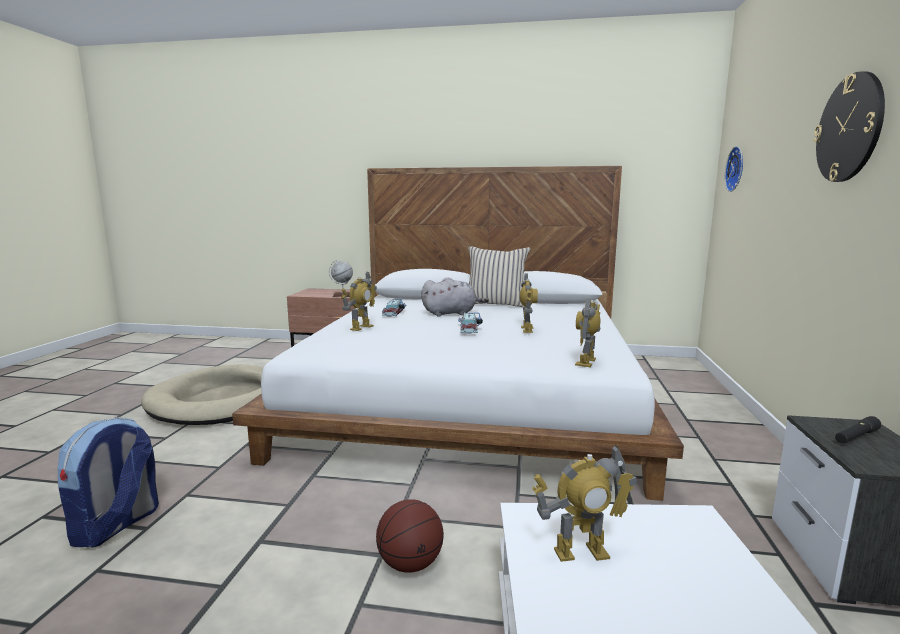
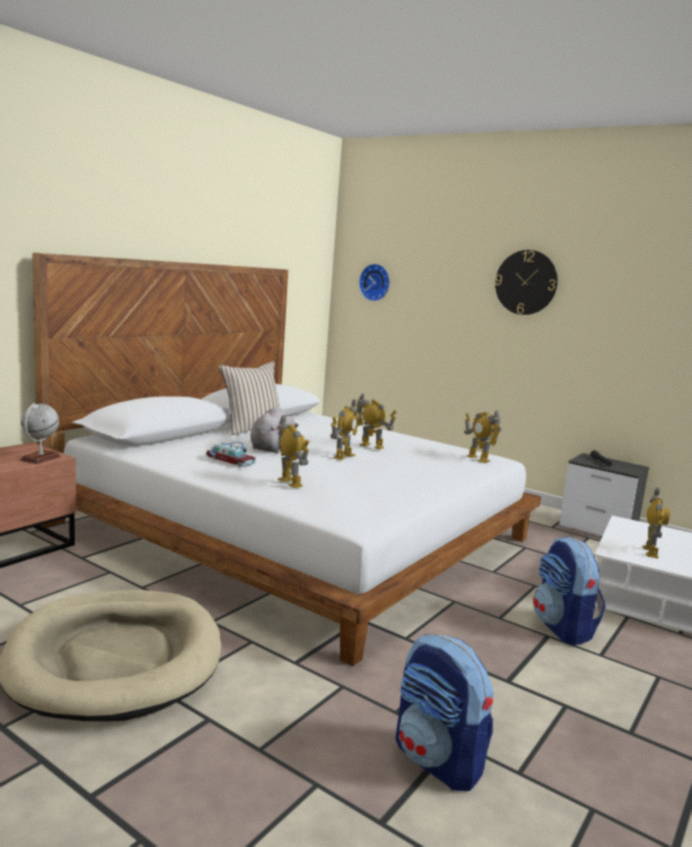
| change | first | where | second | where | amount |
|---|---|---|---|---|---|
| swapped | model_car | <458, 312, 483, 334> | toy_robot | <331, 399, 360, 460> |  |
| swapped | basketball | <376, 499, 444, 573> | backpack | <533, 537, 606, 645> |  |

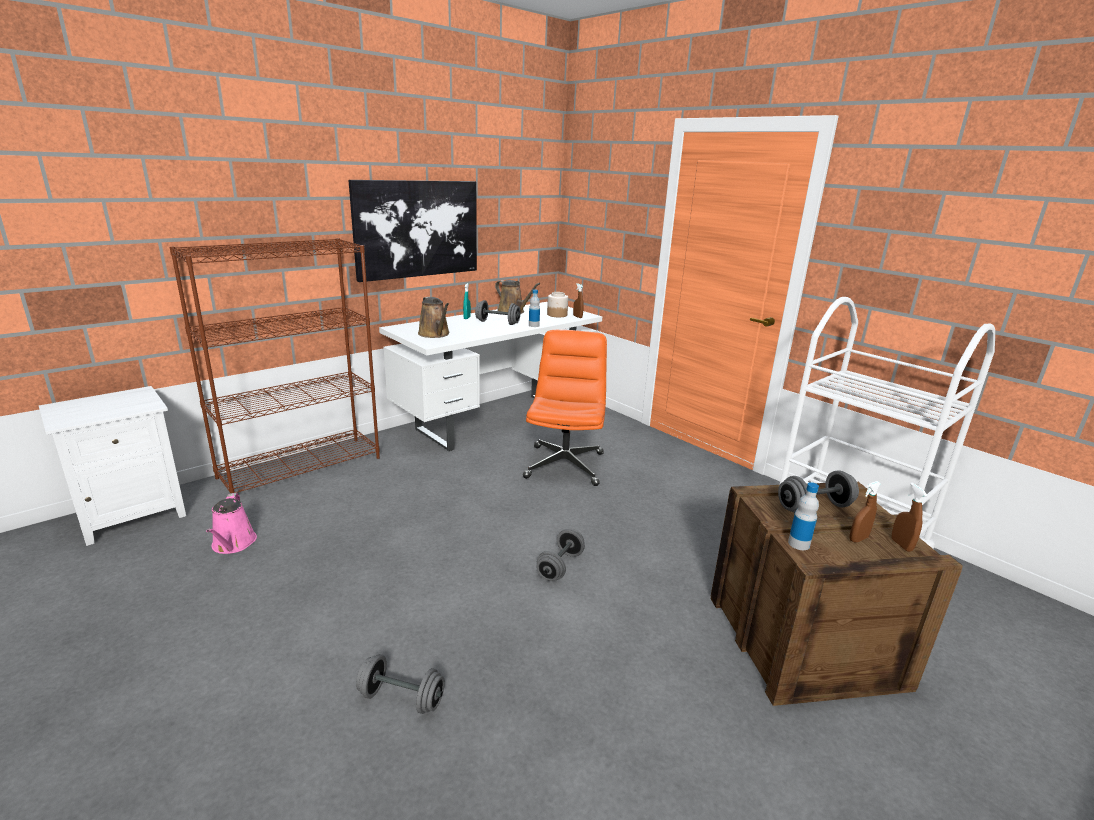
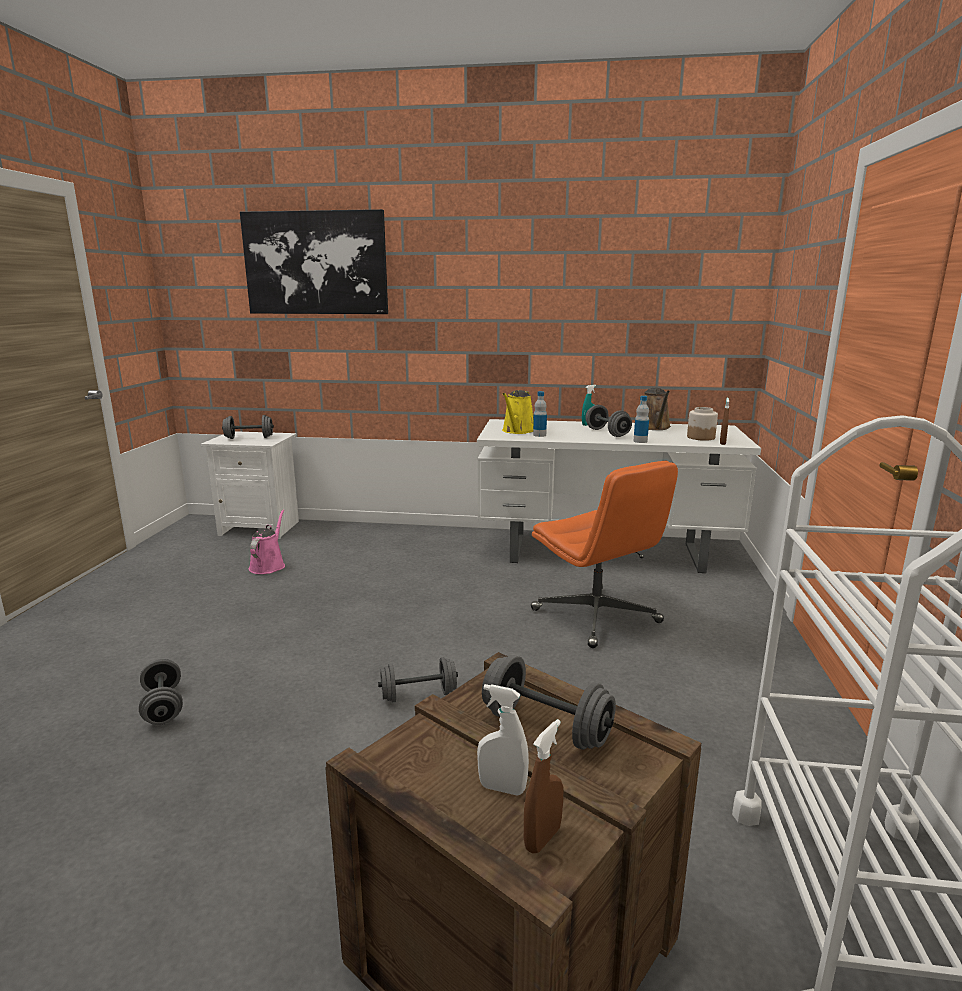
| change | first | where | second | where | amount |
|---|---|---|---|---|---|
| new |  |  | gray_free_weight | <222, 415, 274, 439> |  |
| shifted | wall_art | <348, 180, 477, 282> |  | <240, 209, 388, 314> |  |
| rotated | pink-coloured_watering_pot | <206, 492, 257, 554> |  | <249, 509, 285, 574> | 150 degrees clockwise |
| repainted | brown-coloured_hand_sprayer | <849, 481, 881, 542> | whitish_hand_sprayer | <477, 684, 529, 795> |  |
| repainted | brown-coloured_watering_pot | <418, 297, 450, 338> | yellow_watering_pot | <502, 390, 534, 434> |  |
| rotated | orangey_office_chair | <523, 330, 607, 486> |  | <531, 461, 678, 648> | 90 degrees clockwise |
| shifted | bottle | <788, 482, 819, 550> |  | <533, 391, 547, 437> |  |
| gone | brown-coloured_bookshelf | <170, 238, 380, 493> |  |  |  |

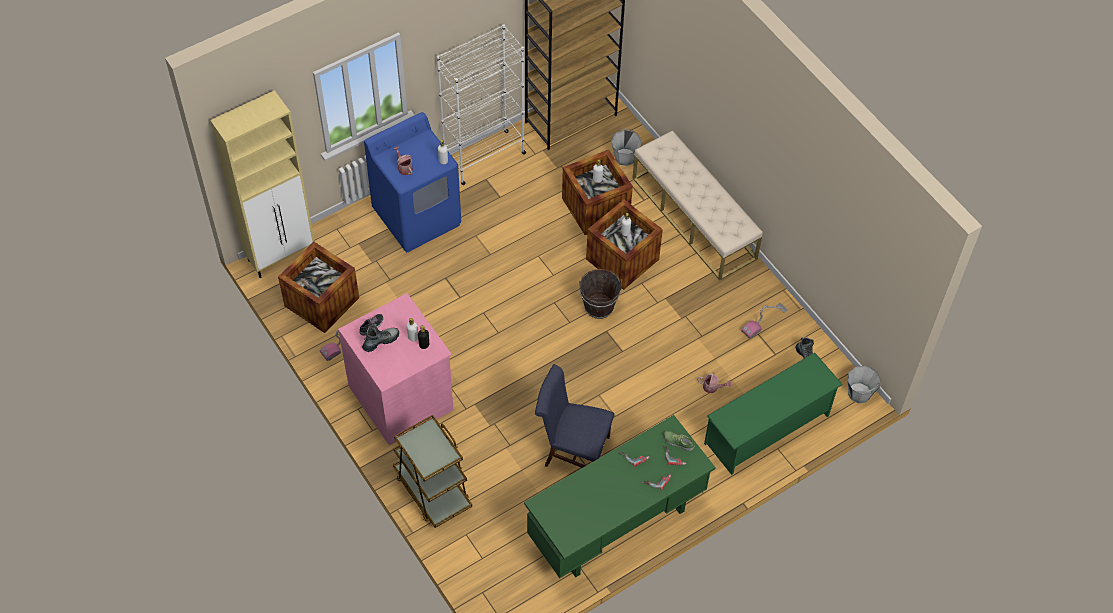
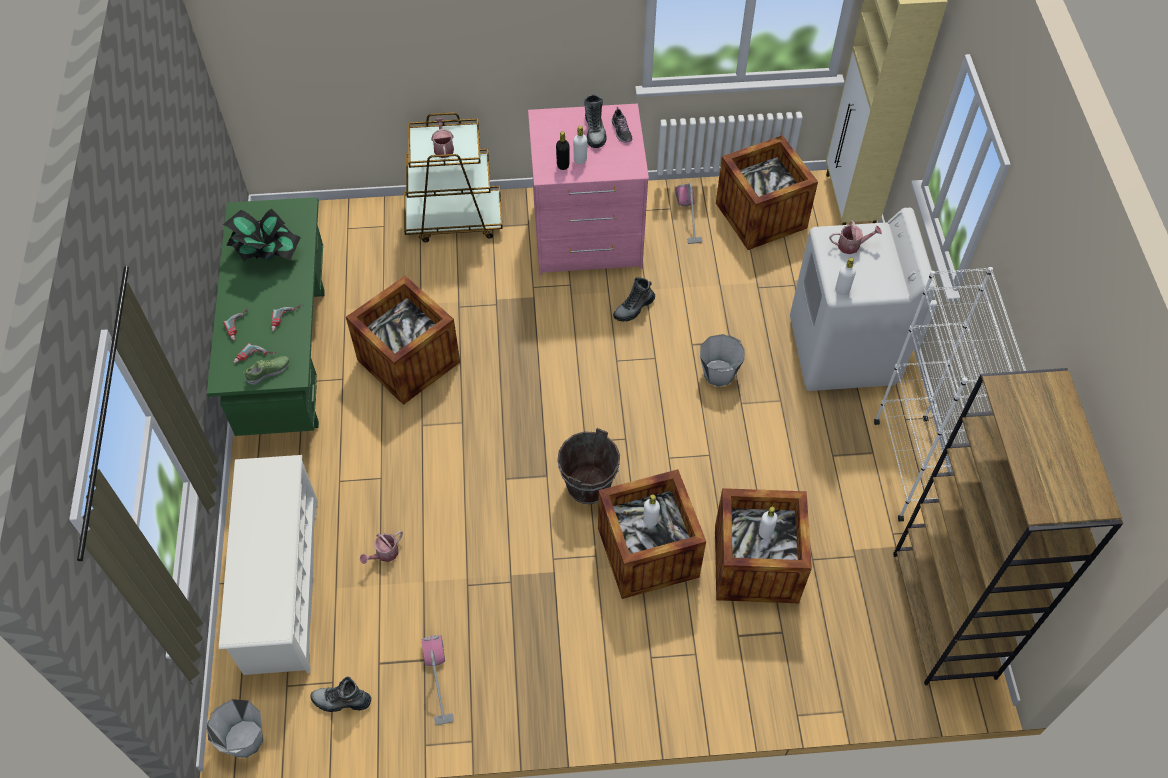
| change | first | where | second | where | amount |
|---|---|---|---|---|---|
| repainted | green_shoe_shelf | <704, 353, 843, 475> | whitish_shoe_shelf | <219, 455, 318, 675> |  |
| new |  |  | potted_plant | <223, 209, 301, 261> |  |
| swapped | blue_plain_chair | <535, 364, 614, 468> | crate | <346, 275, 460, 405> |  |
| new |  |  | watering_pot | <431, 118, 454, 158> |  |
| new |  |  | tall_boot | <613, 277, 655, 322> |  |
| shifted | gray_pail | <611, 128, 641, 166> |  | <700, 334, 745, 387> |  |
| repainted | blue_laundry_appliance | <364, 112, 461, 252> | whitish_laundry_appliance | <790, 208, 936, 391> |  |
| gone | sand-coloured_long_seat | <632, 130, 763, 280> |  |  |  |

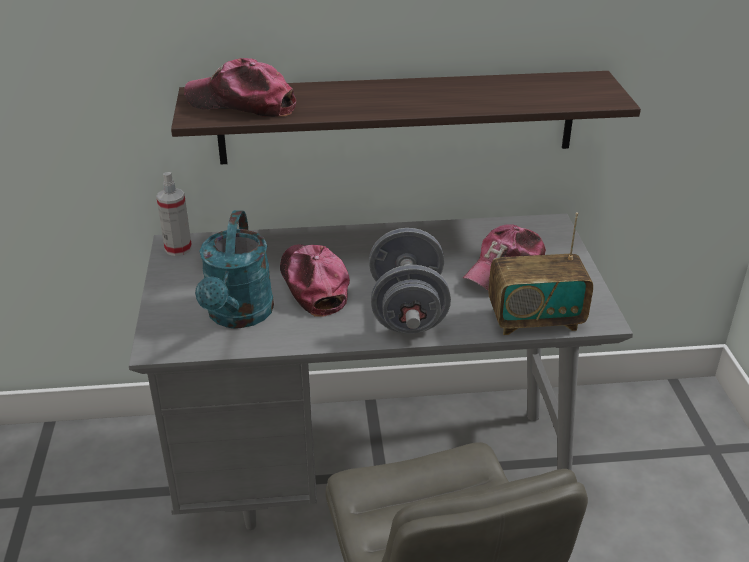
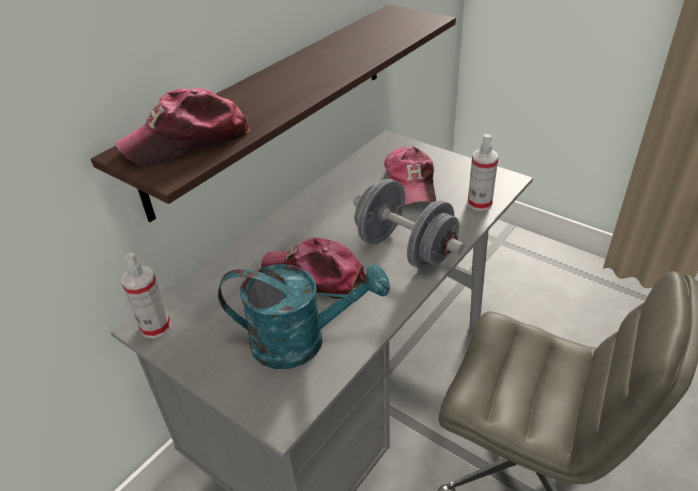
| change | first | where | second | where | amount |
|---|---|---|---|---|---|
| rotated | turquoise-coloured_watering_pot | <195, 210, 274, 328> |  | <218, 264, 390, 369> | 45 degrees counterclockwise |
| swapped | radio_receiver | <488, 212, 593, 335> | hand_sprayer | <468, 134, 498, 211> |  |

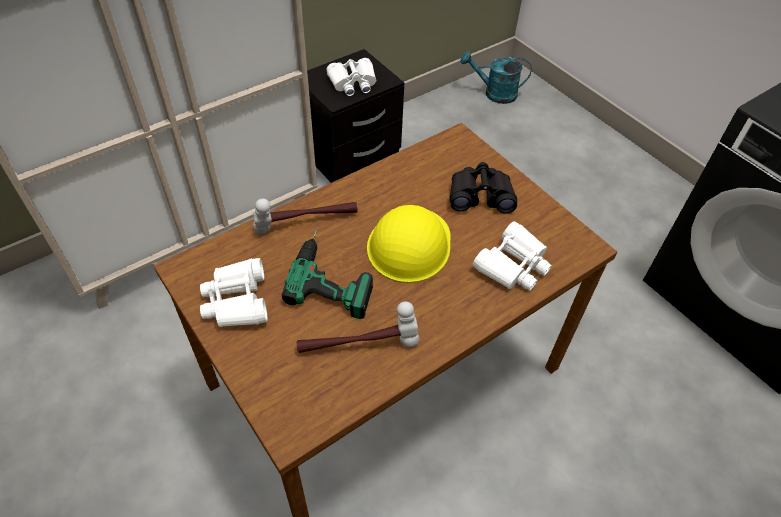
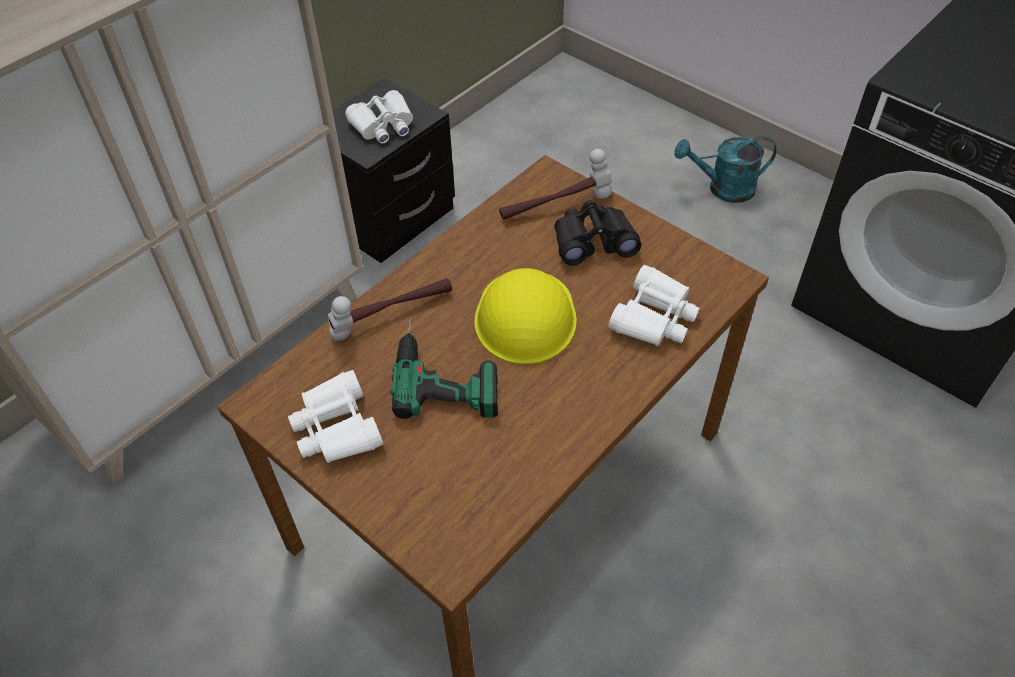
| change | first | where | second | where | amount |
|---|---|---|---|---|---|
| shifted | tool_hammer | <296, 301, 419, 353> |  | <499, 149, 612, 220> |  |
| shifted | turquoise-coloured_watering_pot | <460, 51, 531, 104> |  | <674, 136, 777, 203> |  |

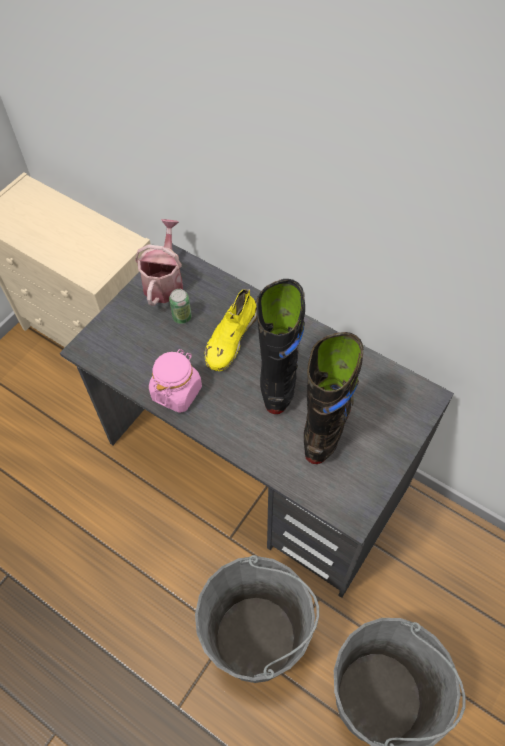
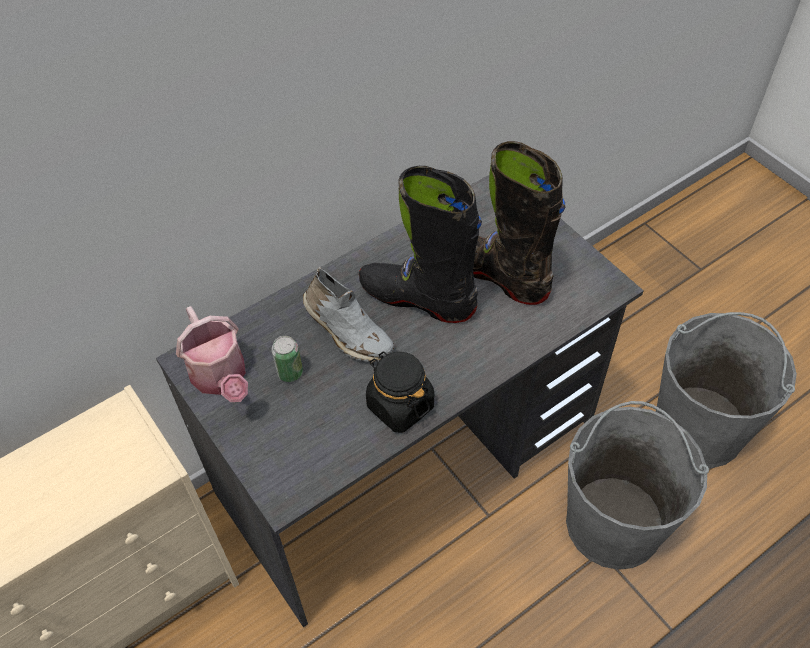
| change | first | where | second | where | amount |
|---|---|---|---|---|---|
| rotated | watering_pot | <135, 219, 183, 306> |  | <176, 306, 248, 402> | 150 degrees counterclockwise |
| repainted | yellow_shoe | <205, 289, 257, 371> | gray_shoe | <303, 267, 394, 362> |  |
| repainted | pink-coloured_storage_jar | <149, 349, 202, 413> | black-coloured_storage_jar | <366, 351, 434, 432> |  |

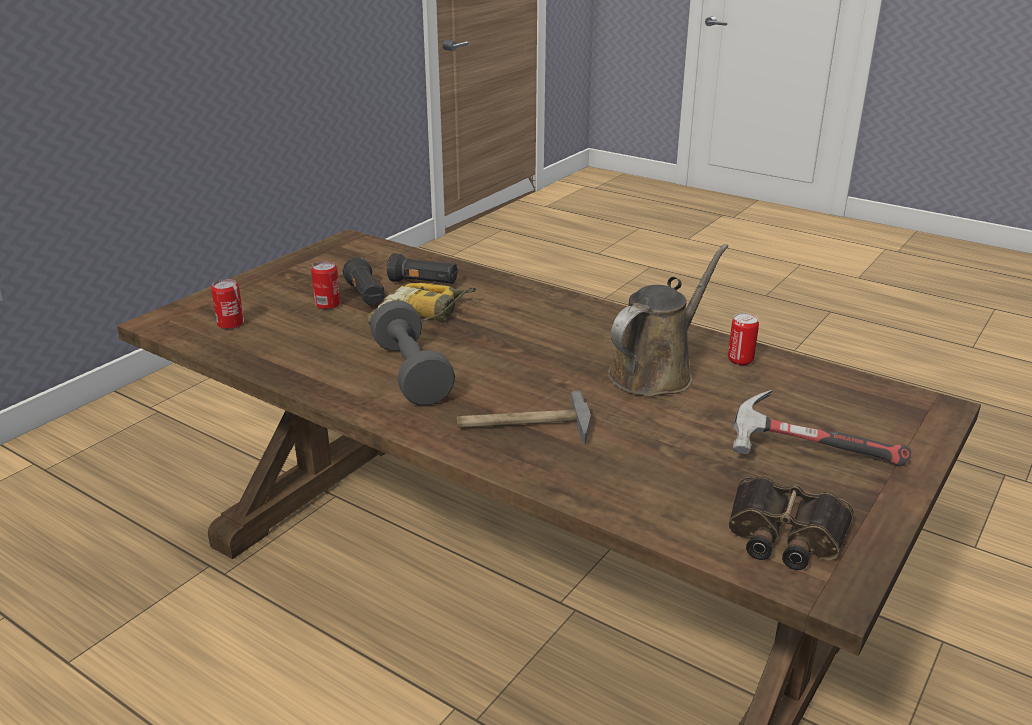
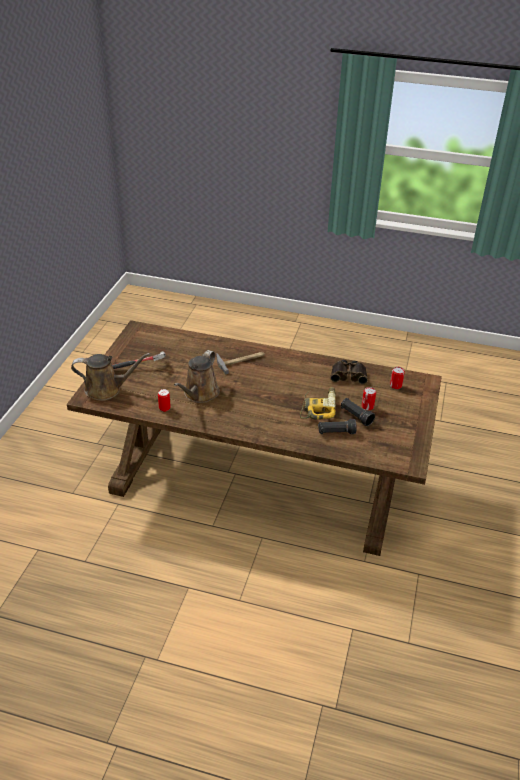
| change | first | where | second | where | amount |
|---|---|---|---|---|---|
| new |  |  | brown-coloured_watering_pot | <71, 353, 150, 401> |  |
| shifted | field_glasses | <728, 476, 854, 570> |  | <330, 360, 368, 384> |  |
| gone | gray_free_weight | <370, 301, 455, 406> |  |  |  |

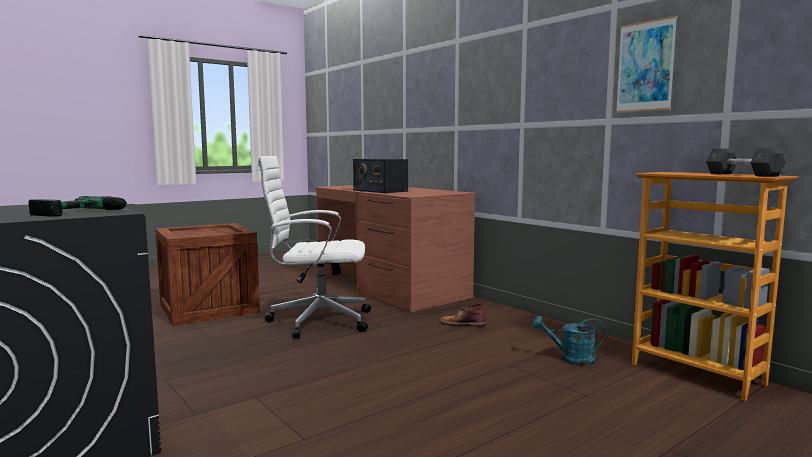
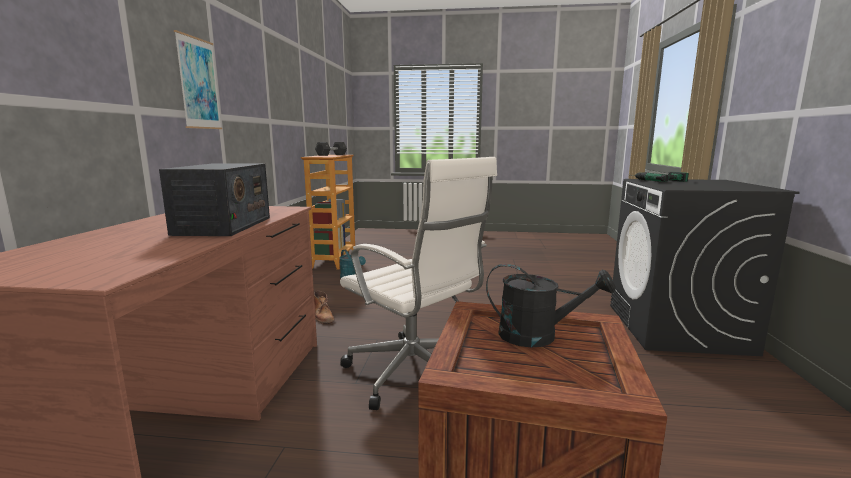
| change | first | where | second | where | amount |
|---|---|---|---|---|---|
| shifted | wall_art | <616, 16, 677, 113> |  | <174, 30, 222, 129> |  |
| new |  |  | black-coloured_watering_pot | <486, 264, 616, 347> |  |

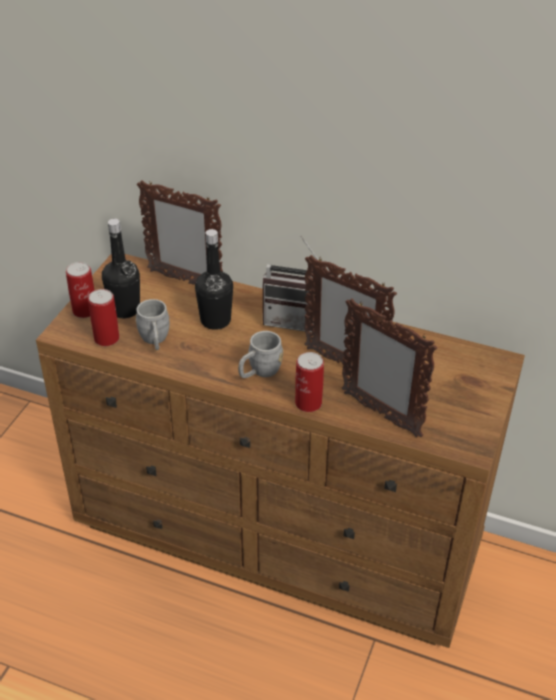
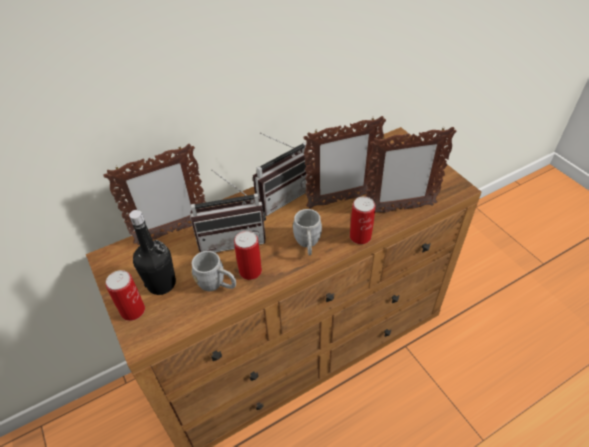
| change | first | where | second | where | amount |
|---|---|---|---|---|---|
| swapped | black-coloured_bottle | <195, 229, 233, 330> | radio_receiver | <190, 170, 266, 253> |  |
| shifted | sealed_can | <88, 289, 119, 346> |  | <234, 231, 262, 280> |  |

